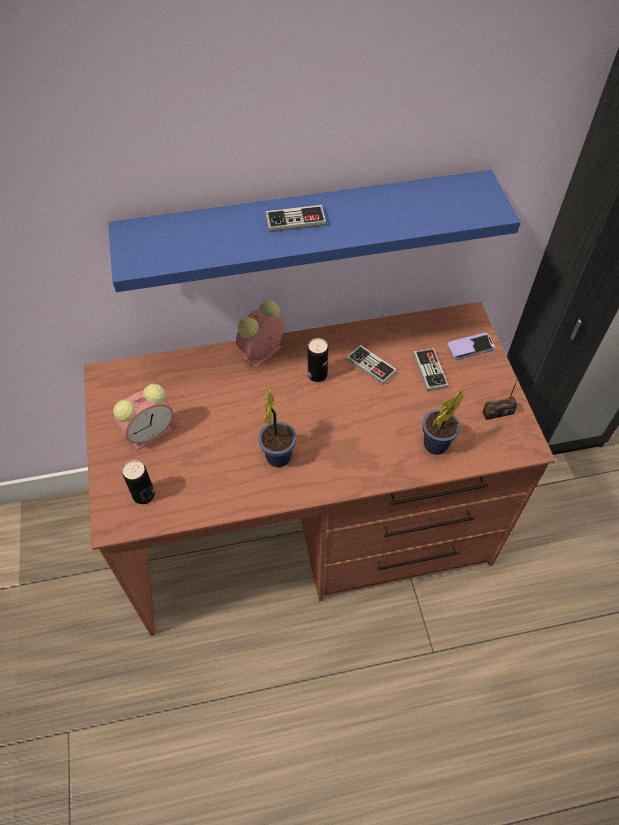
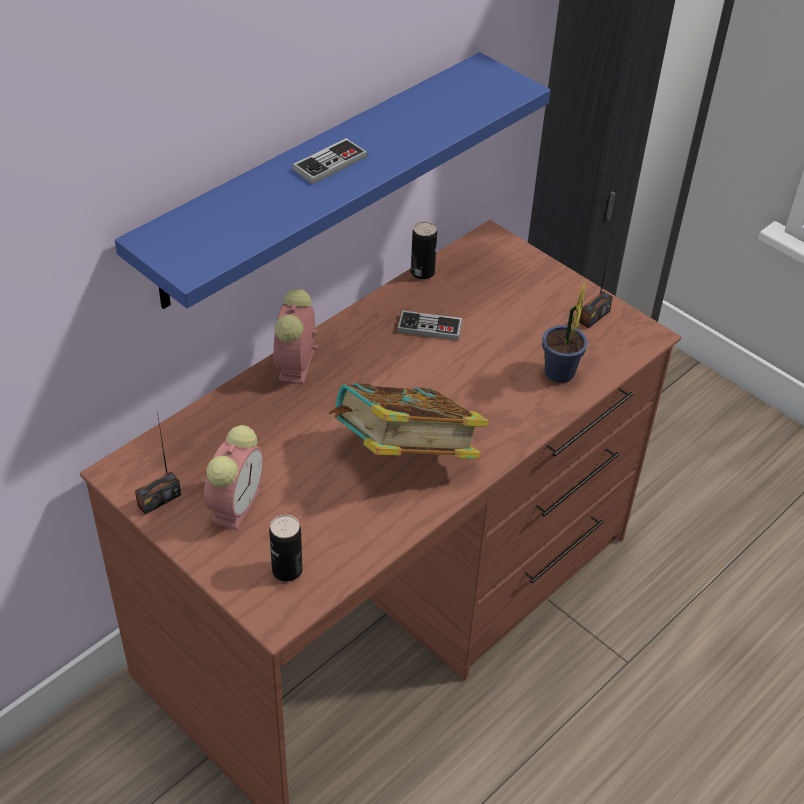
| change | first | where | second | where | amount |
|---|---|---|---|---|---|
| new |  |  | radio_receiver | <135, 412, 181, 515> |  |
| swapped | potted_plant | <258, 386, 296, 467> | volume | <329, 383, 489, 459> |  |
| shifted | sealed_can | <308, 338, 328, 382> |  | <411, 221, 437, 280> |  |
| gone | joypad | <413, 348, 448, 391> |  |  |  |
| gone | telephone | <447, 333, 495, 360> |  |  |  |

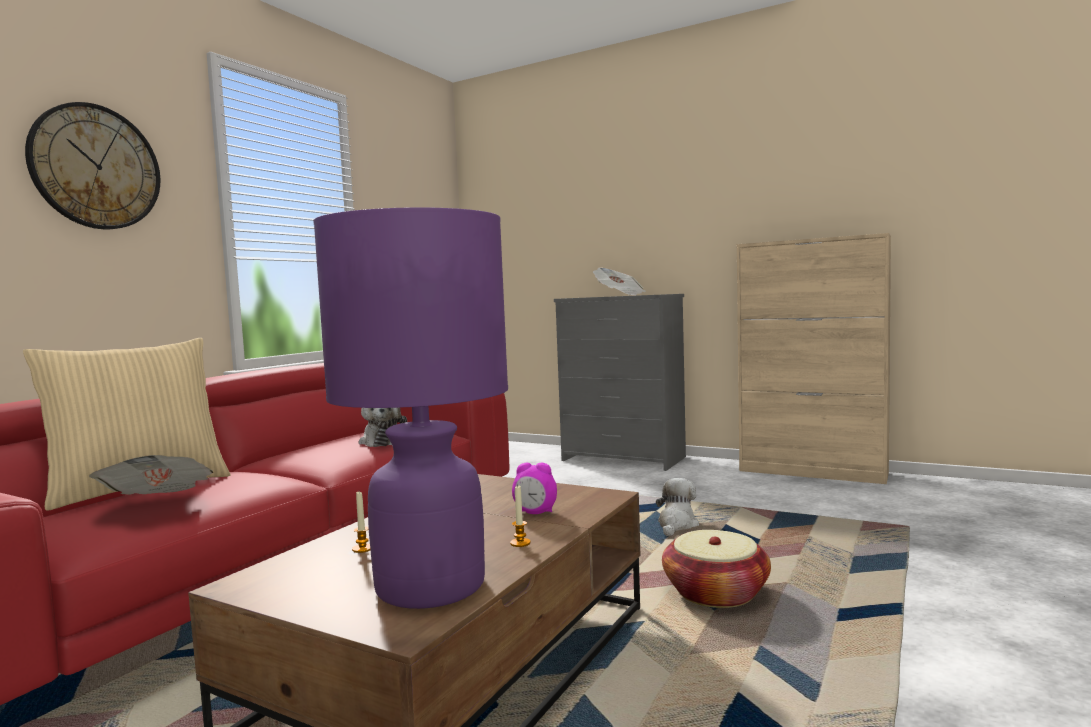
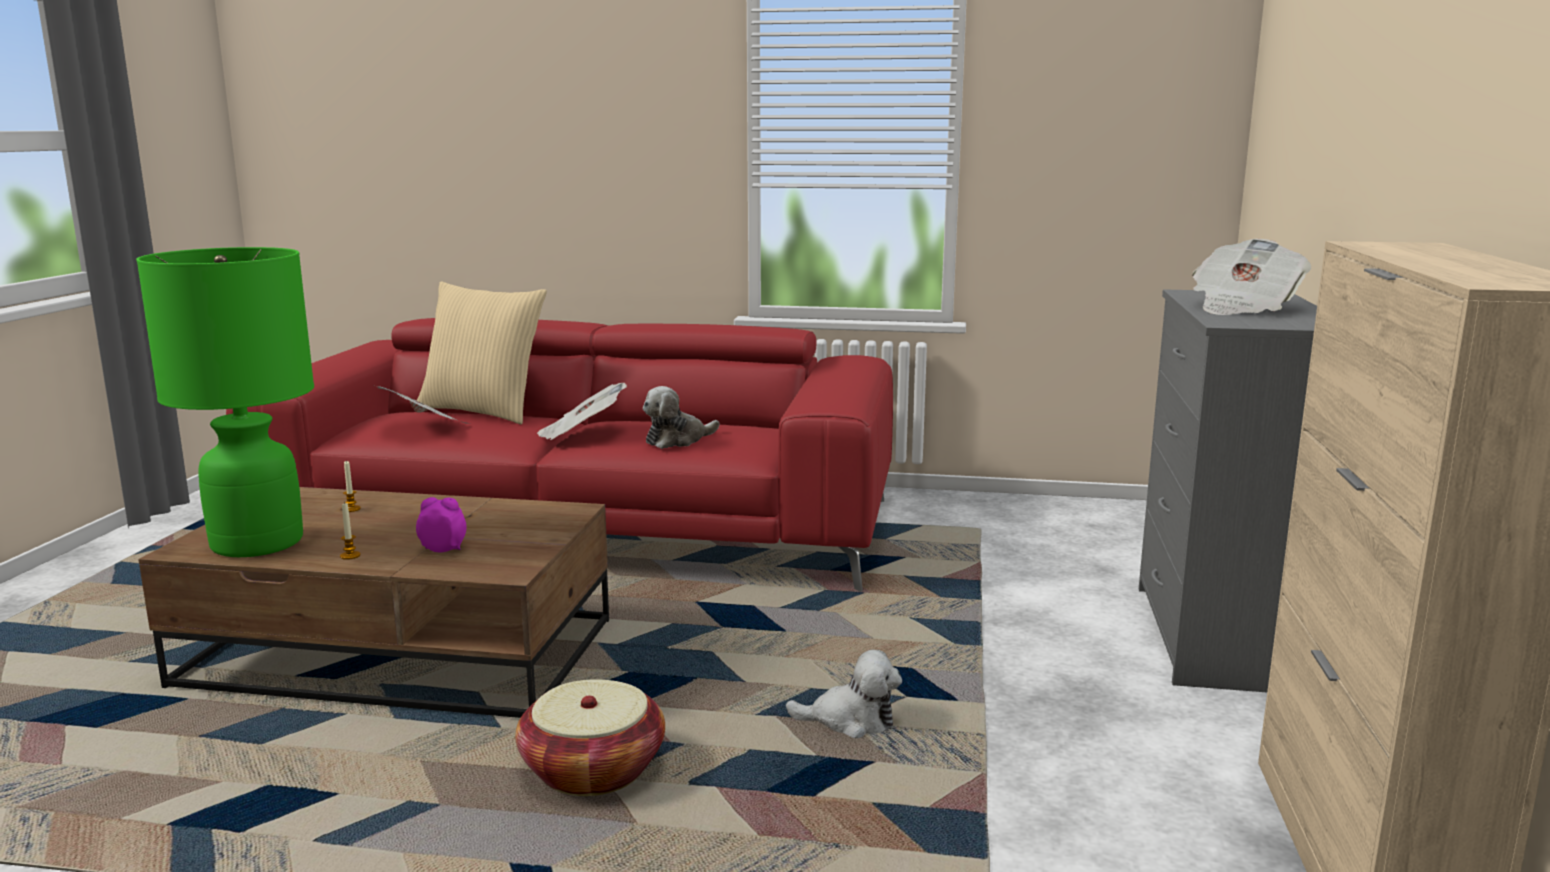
| change | first | where | second | where | amount |
|---|---|---|---|---|---|
| repainted | purple_lamp_for_a_table | <314, 207, 508, 609> | green_lamp_for_a_table | <136, 247, 314, 557> |  |
| rotated | bedside_clock | <512, 463, 557, 514> |  | <416, 497, 467, 552> | 105 degrees clockwise |
| new |  |  | printed_paper | <537, 383, 627, 440> |  |
| gone | hanging_clock | <25, 102, 160, 229> |  |  |  |

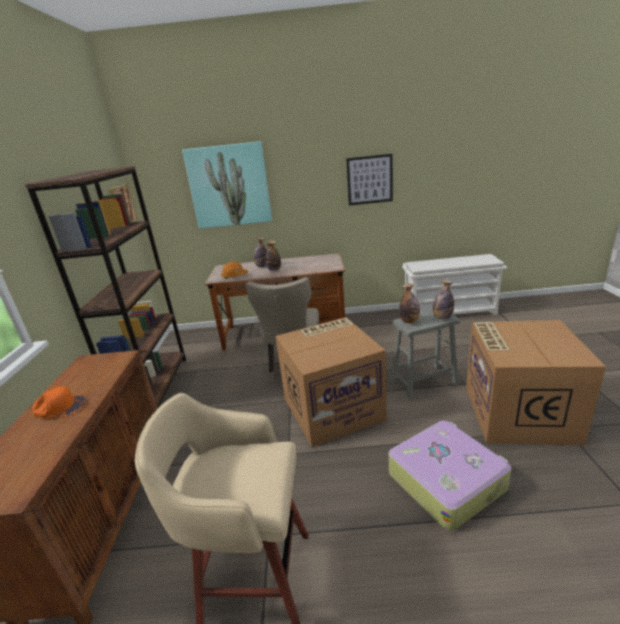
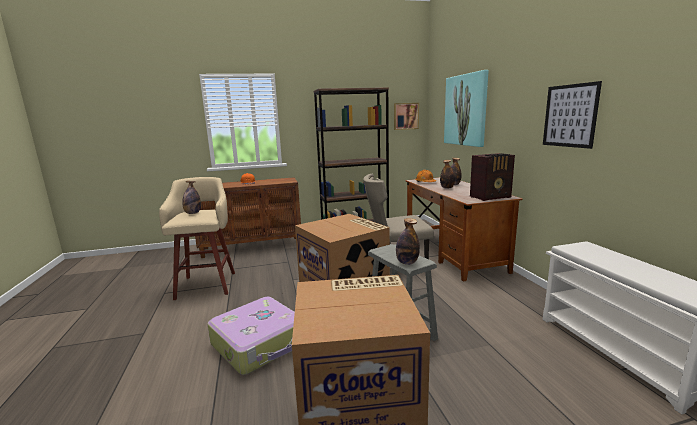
| change | first | where | second | where | amount |
|---|---|---|---|---|---|
| shifted | bottle | <399, 284, 420, 323> |  | <182, 181, 201, 214> |  |
| new |  |  | radio_receiver | <470, 153, 515, 201> |  |

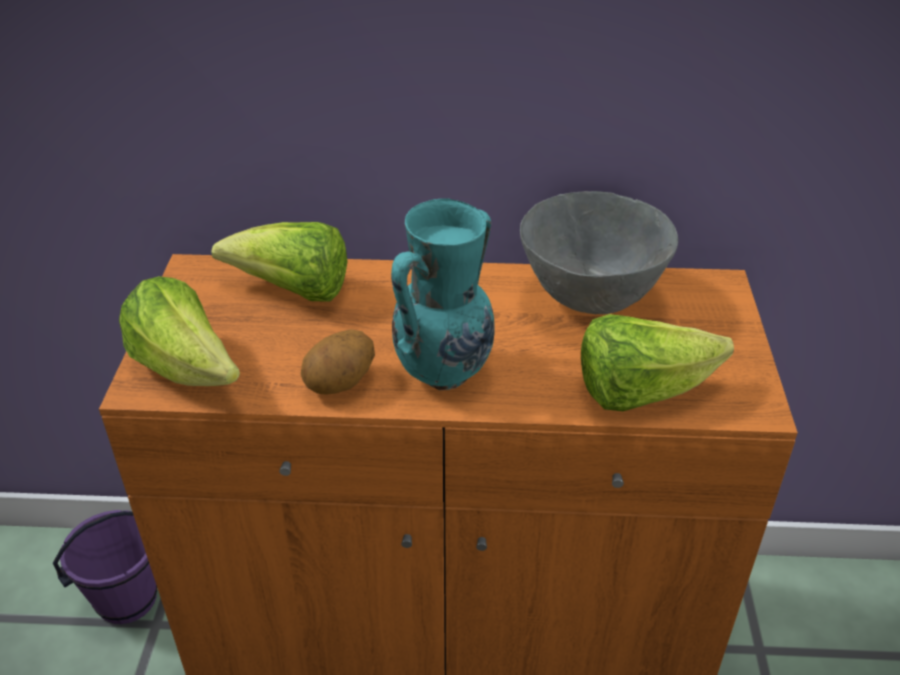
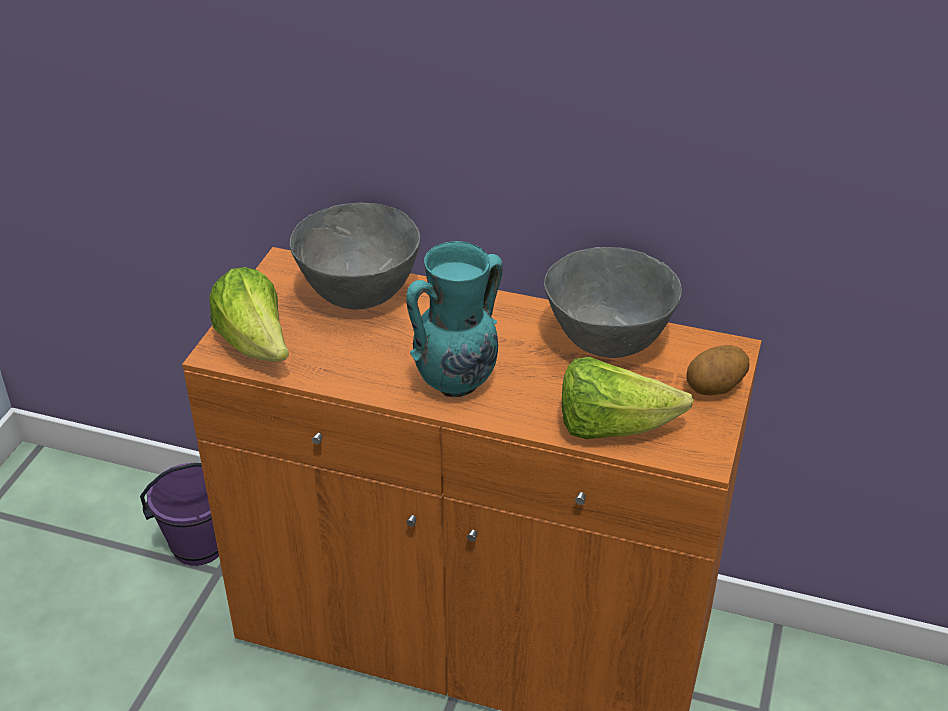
| change | first | where | second | where | amount |
|---|---|---|---|---|---|
| swapped | lettuce | <211, 222, 347, 302> | gray_deep_dish | <290, 203, 420, 309> |  |
| shifted | spud | <301, 329, 375, 394> |  | <686, 345, 750, 395> |  |

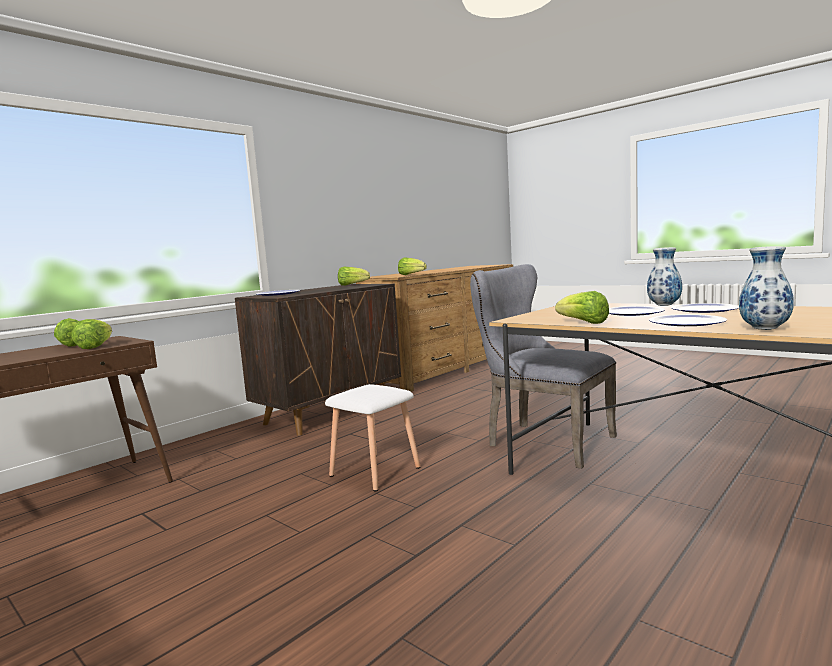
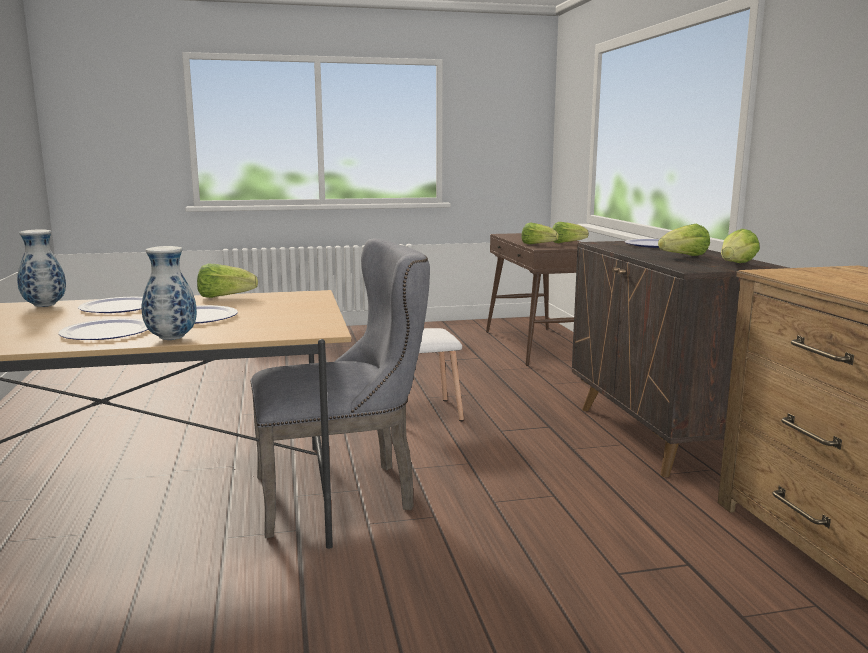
| change | first | where | second | where | amount |
|---|---|---|---|---|---|
| shifted | lettuce | <398, 257, 427, 275> |  | <658, 224, 710, 256> |  |

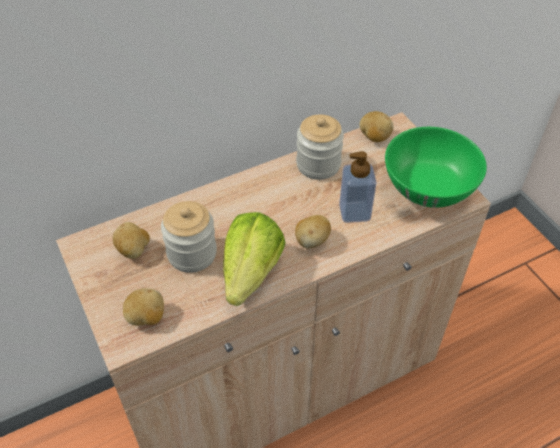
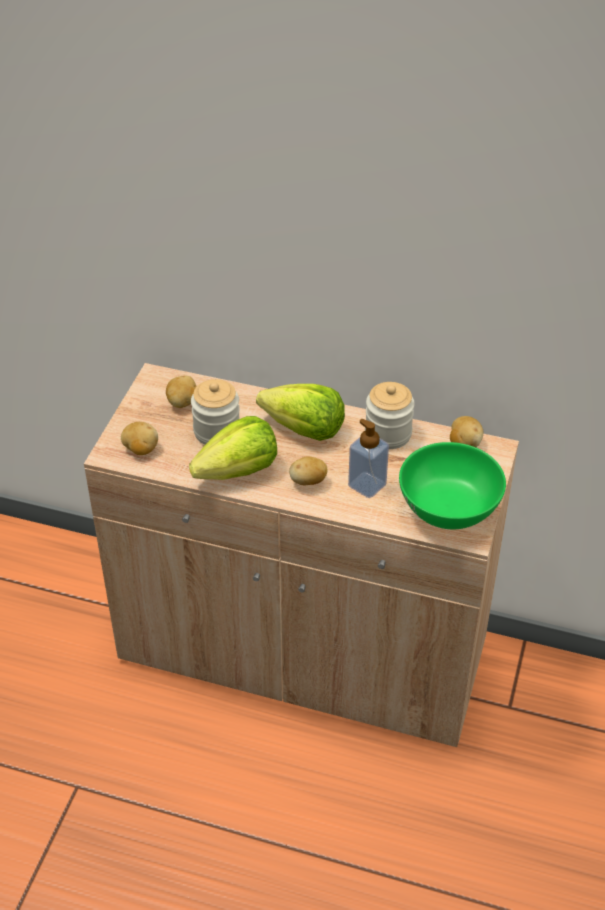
| change | first | where | second | where | amount |
|---|---|---|---|---|---|
| new |  |  | lettuce | <256, 384, 345, 441> |  |

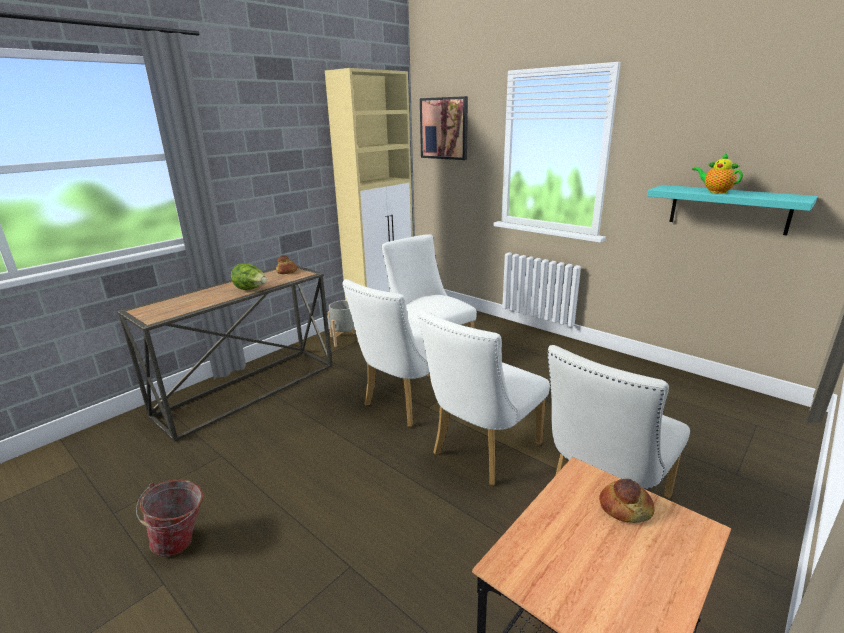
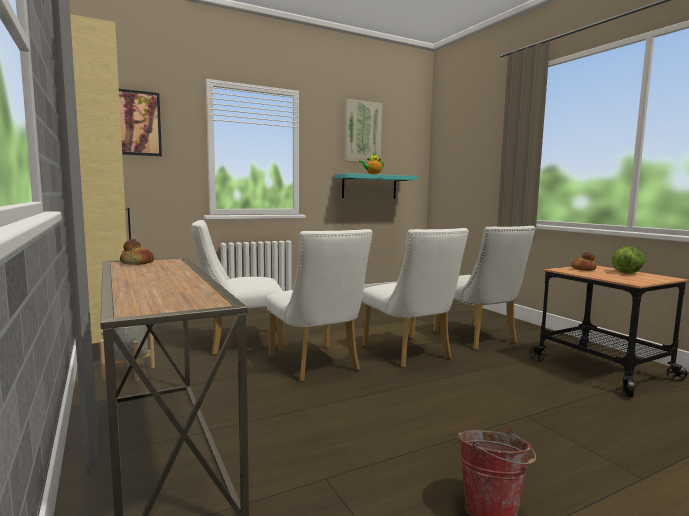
| change | first | where | second | where | amount |
|---|---|---|---|---|---|
| new |  |  | wall_art | <344, 99, 382, 162> |  |
| shifted | lettuce | <231, 263, 267, 290> |  | <612, 246, 645, 274> |  |

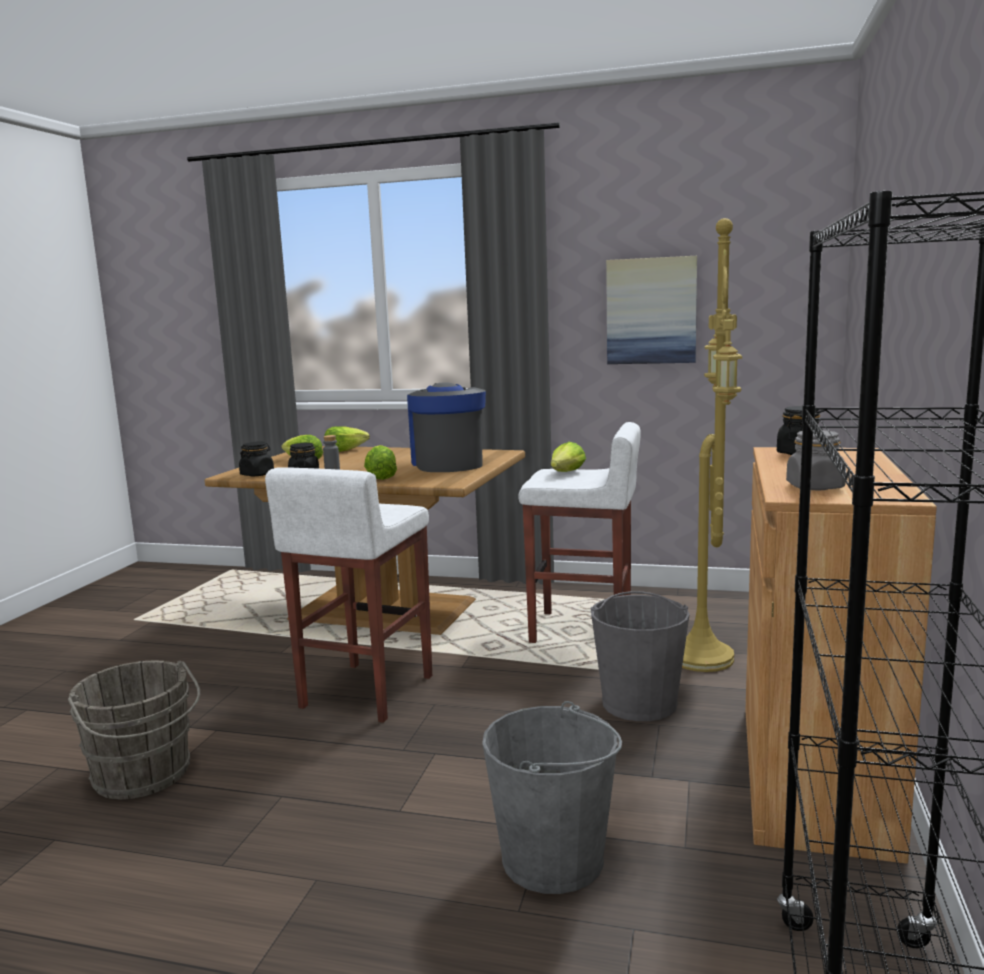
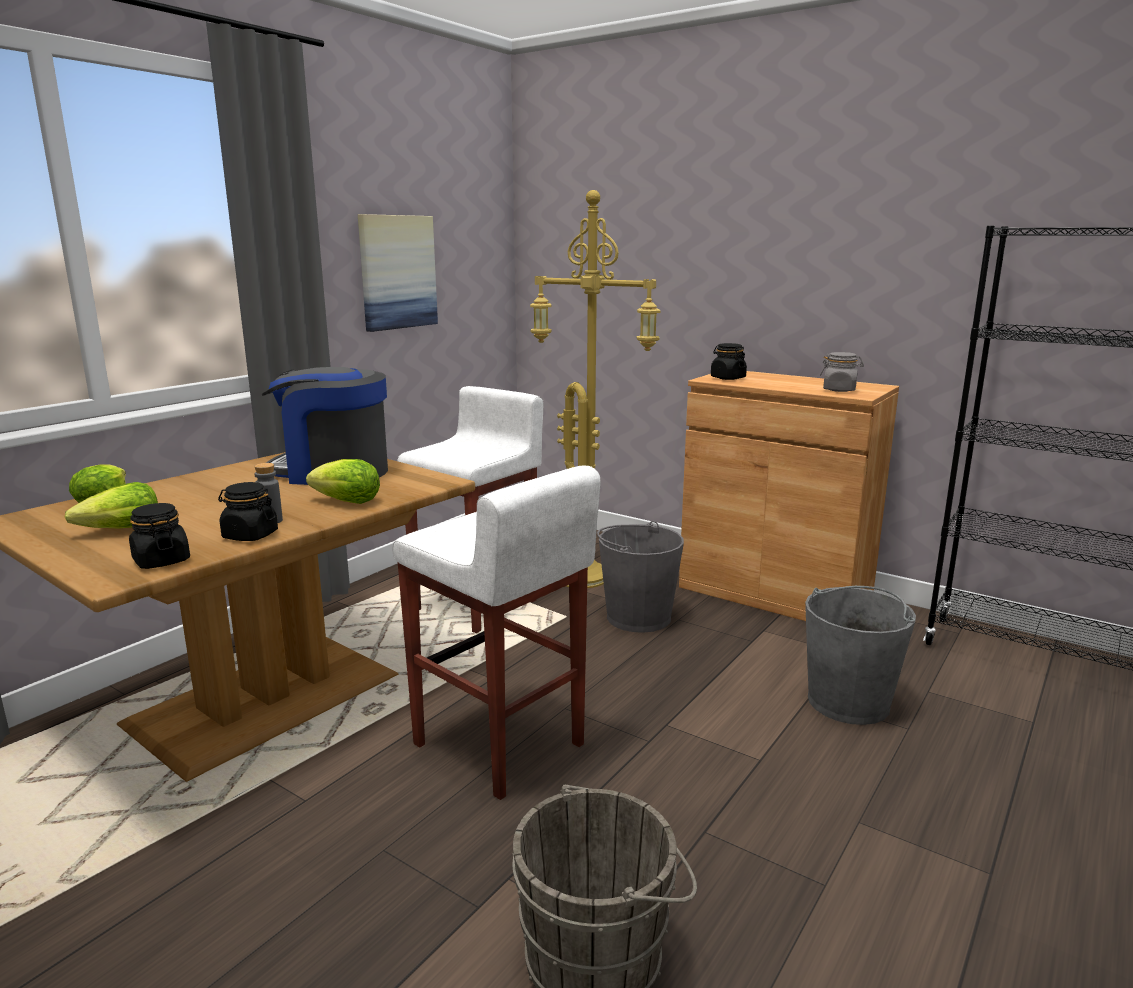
| change | first | where | second | where | amount |
|---|---|---|---|---|---|
| gone | lettuce | <551, 442, 586, 472> |  |  |  |

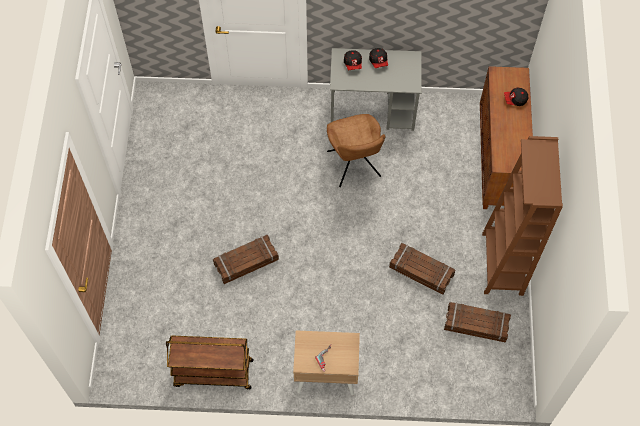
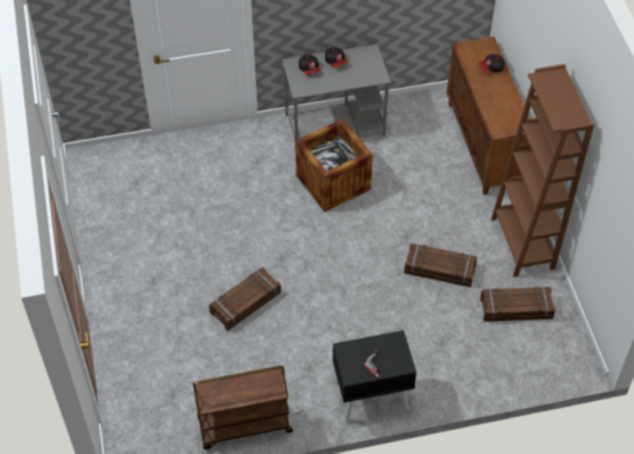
| change | first | where | second | where | amount |
|---|---|---|---|---|---|
| swapped | brown-coloured_plain_chair | <327, 114, 385, 187> | crate | <295, 119, 373, 212> |  |
| repainted | sand-coloured_nightstand | <293, 330, 360, 395> | black-coloured_nightstand | <332, 330, 417, 423> |  |

